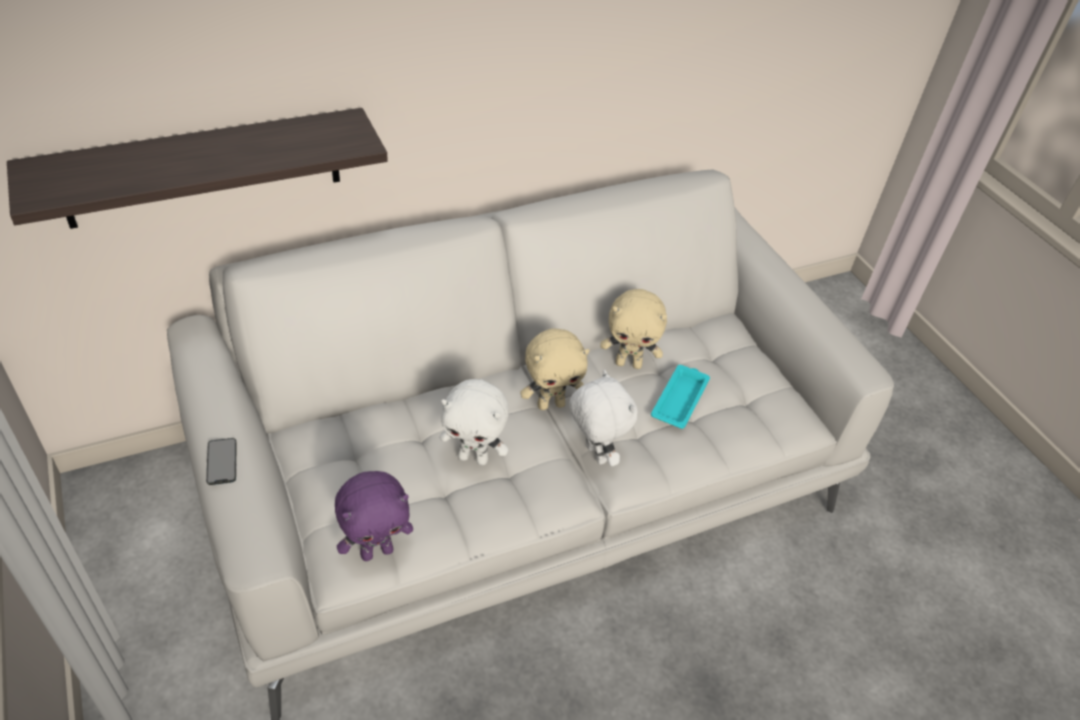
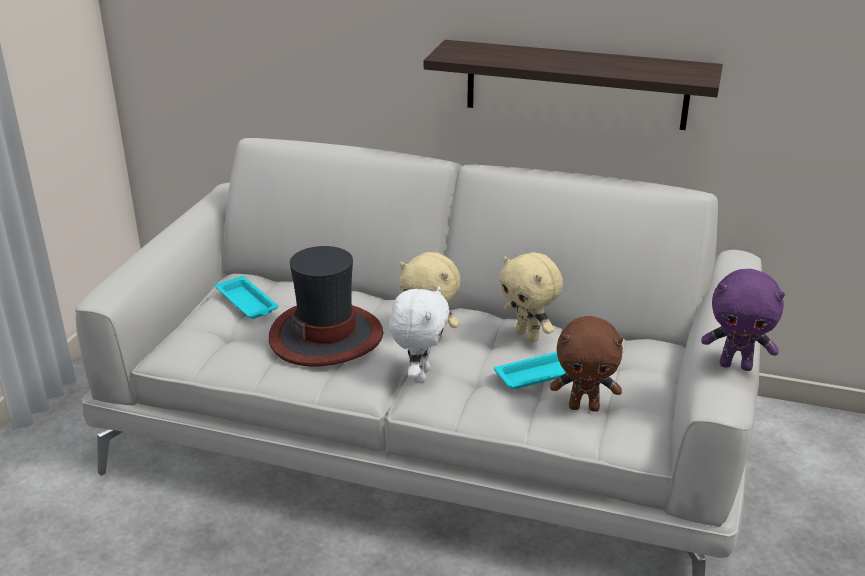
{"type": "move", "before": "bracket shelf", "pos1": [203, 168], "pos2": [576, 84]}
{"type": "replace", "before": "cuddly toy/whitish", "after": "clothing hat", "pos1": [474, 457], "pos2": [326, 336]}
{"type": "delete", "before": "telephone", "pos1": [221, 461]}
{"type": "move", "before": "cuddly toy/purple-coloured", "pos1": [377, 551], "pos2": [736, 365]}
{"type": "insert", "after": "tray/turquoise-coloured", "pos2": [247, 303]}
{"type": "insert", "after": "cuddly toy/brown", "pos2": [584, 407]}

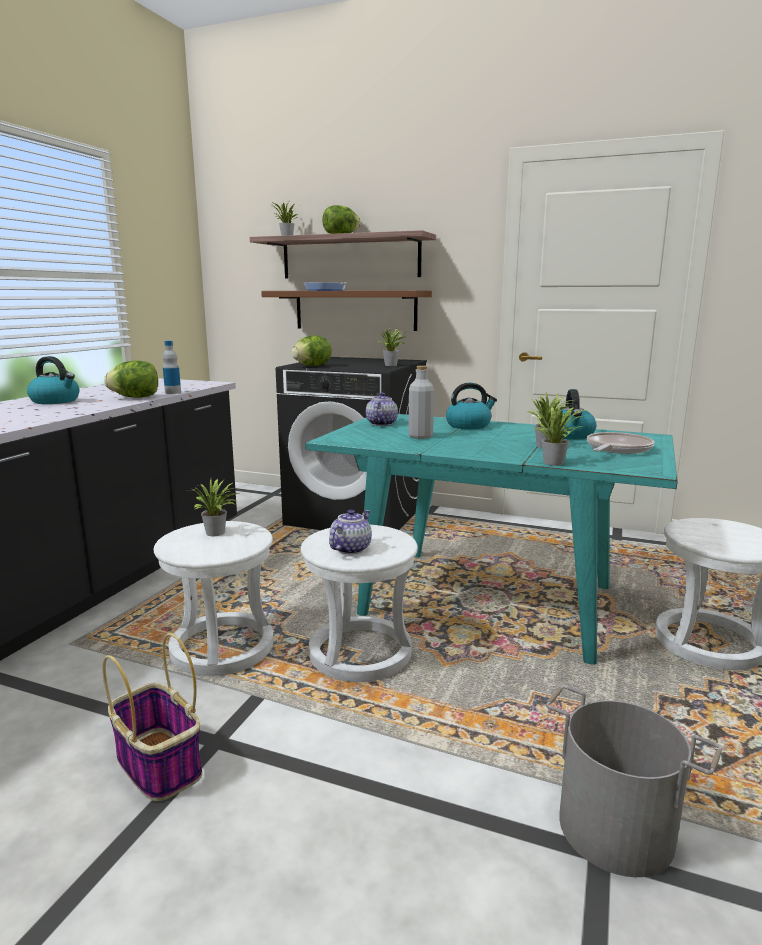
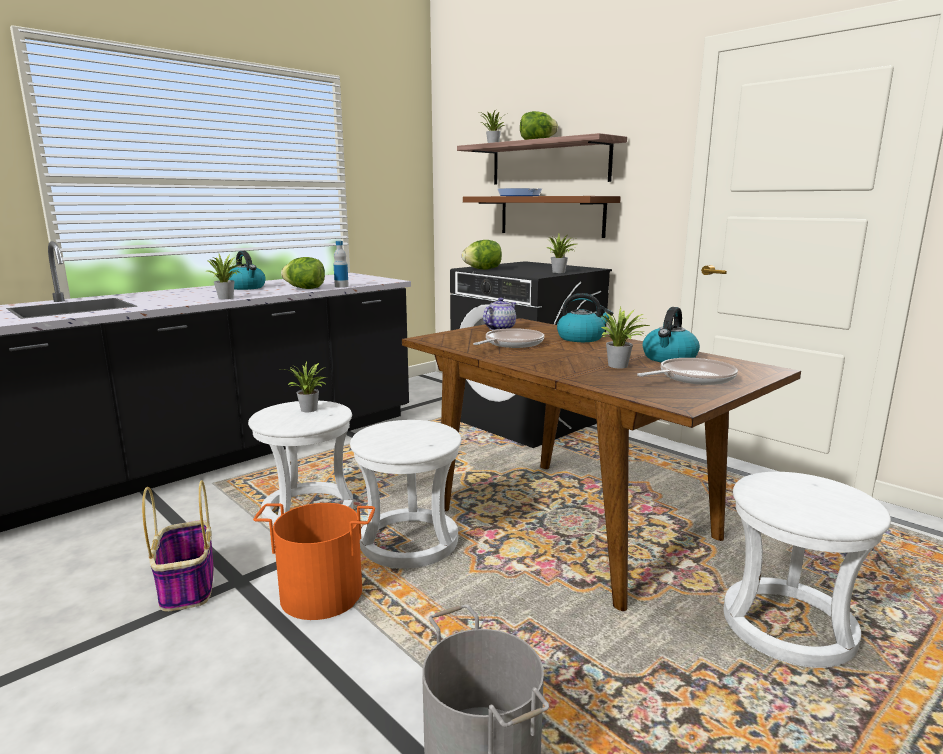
{"type": "replace", "before": "bottle/gray", "after": "skillet", "pos1": [420, 436], "pos2": [511, 344]}
{"type": "move", "before": "potted plant", "pos1": [555, 462], "pos2": [228, 298]}
{"type": "recolor", "before": "kitchen table/turquoise-coloured", "after": "kitchen table/brown", "pos1": [485, 600], "pos2": [572, 523]}
{"type": "delete", "before": "tea pot", "pos1": [350, 548]}
{"type": "insert", "after": "bucket/orangey", "pos2": [322, 593]}

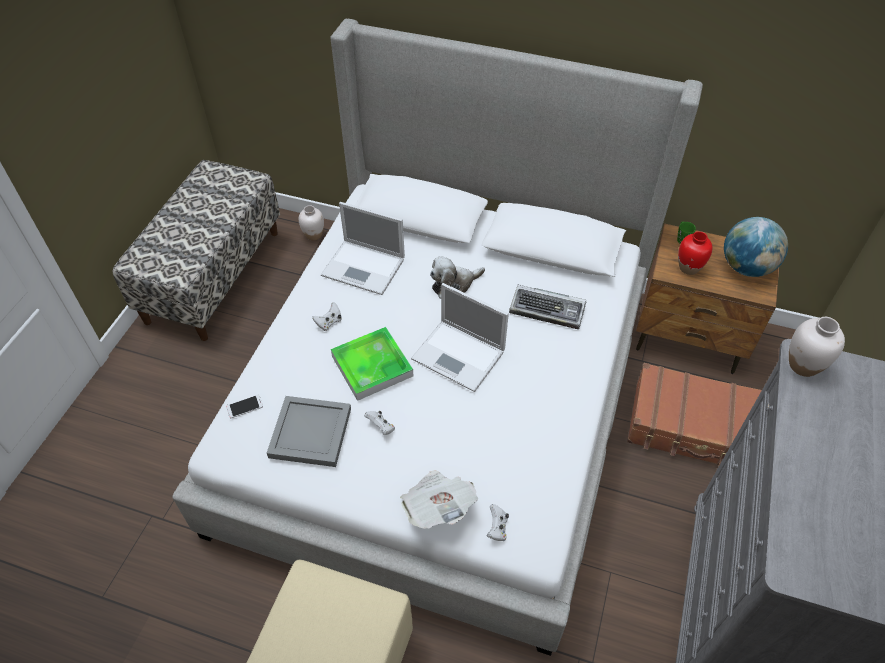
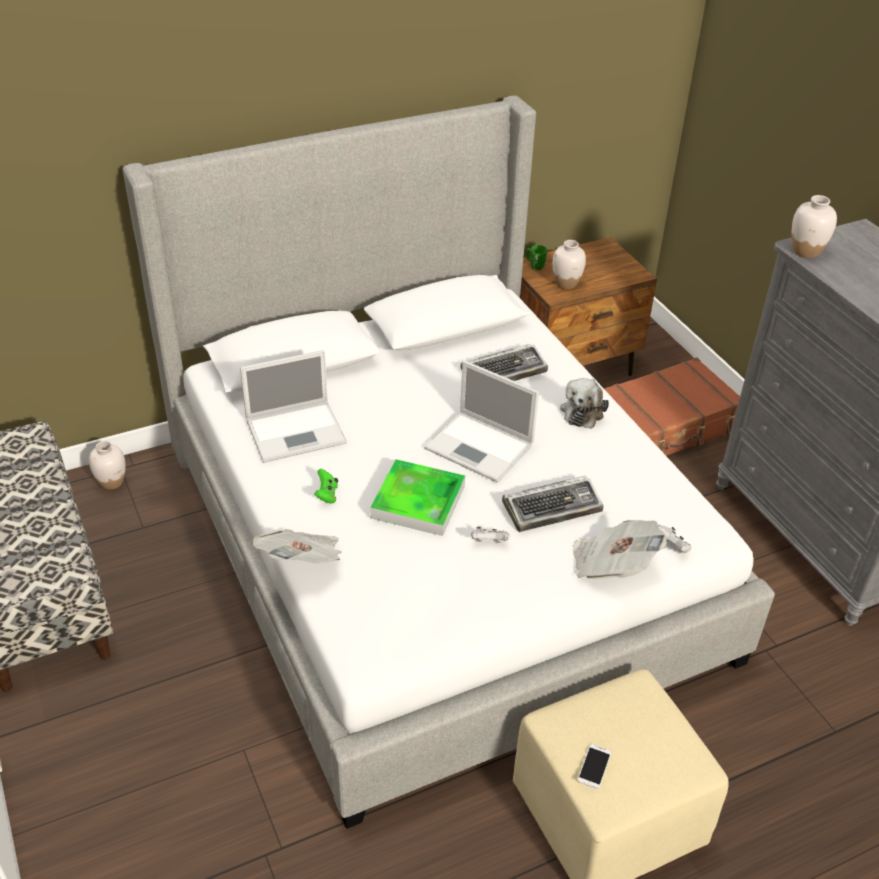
{"type": "delete", "before": "world globe", "pos1": [746, 267]}
{"type": "recolor", "before": "decorative vase/red-coloured", "after": "decorative vase/whitish", "pos1": [688, 268], "pos2": [566, 284]}
{"type": "move", "before": "cuddly toy", "pos1": [454, 285], "pos2": [583, 410]}
{"type": "rotate", "before": "notebook computer", "pos1": [460, 356], "pos2": [481, 447], "turn": 45}
{"type": "recolor", "before": "gamepad/whitish", "after": "gamepad/green-coloured", "pos1": [329, 322], "pos2": [327, 495]}
{"type": "move", "before": "telephone", "pos1": [244, 406], "pos2": [594, 766]}
{"type": "delete", "before": "tray/gray", "pos1": [311, 434]}
{"type": "insert", "after": "computer keyboard", "pos2": [553, 508]}
{"type": "insert", "after": "newspaper", "pos2": [303, 562]}

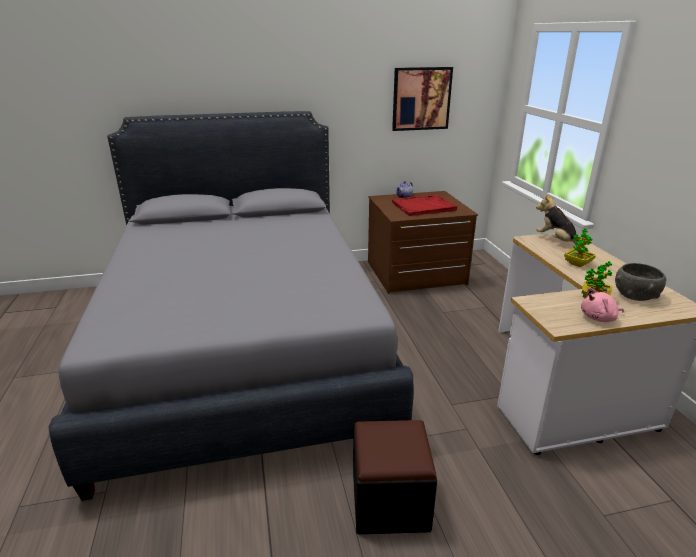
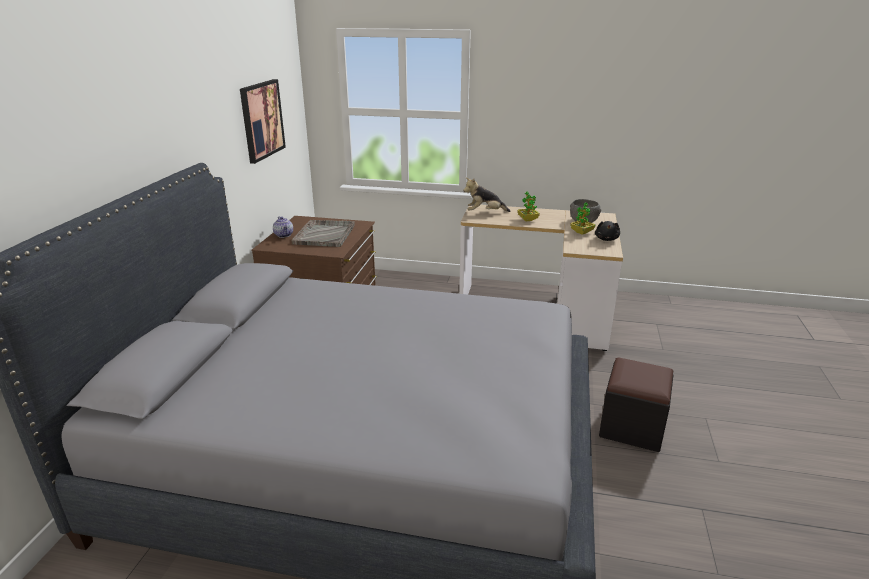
{"type": "recolor", "before": "tray/red-coloured", "after": "tray/gray", "pos1": [424, 206], "pos2": [325, 234]}
{"type": "recolor", "before": "cuddly toy/pink", "after": "cuddly toy/black-coloured", "pos1": [599, 318], "pos2": [606, 239]}

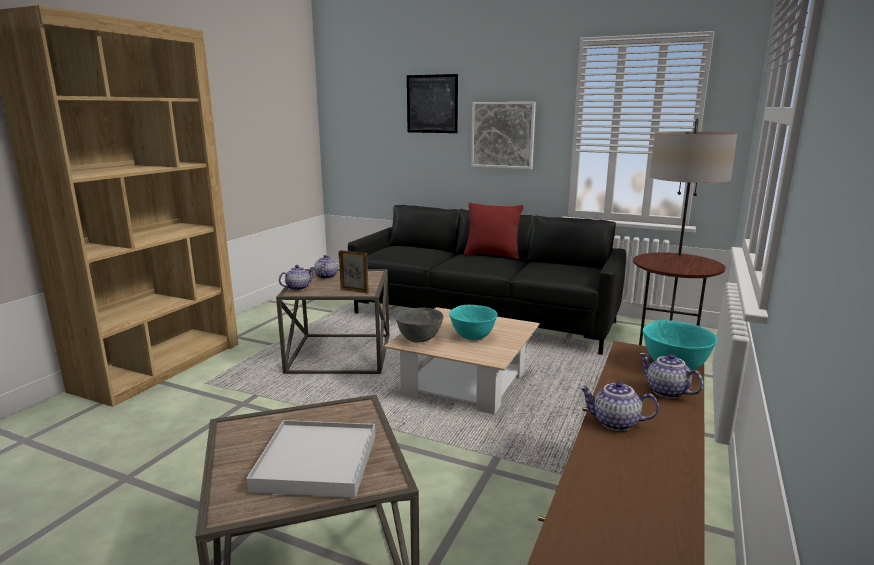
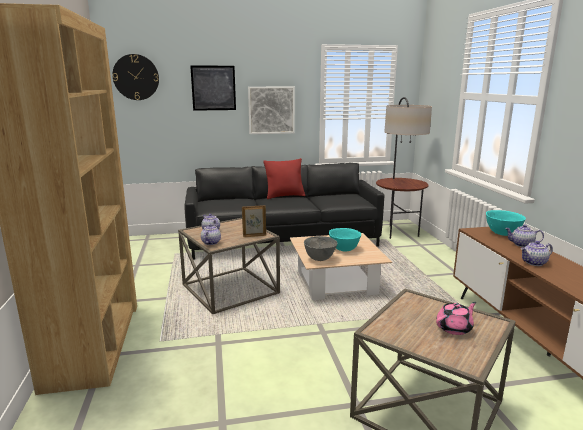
{"type": "replace", "before": "tray/whitish", "after": "tea pot/pink", "pos1": [317, 462], "pos2": [454, 328]}
{"type": "insert", "after": "clock on the wall", "pos2": [136, 77]}

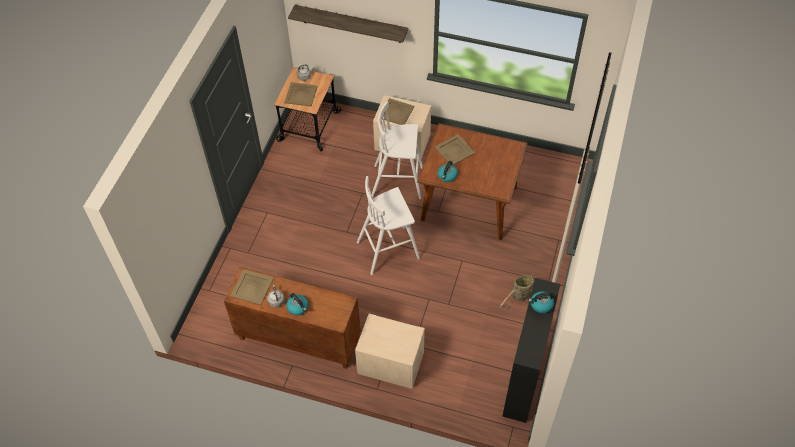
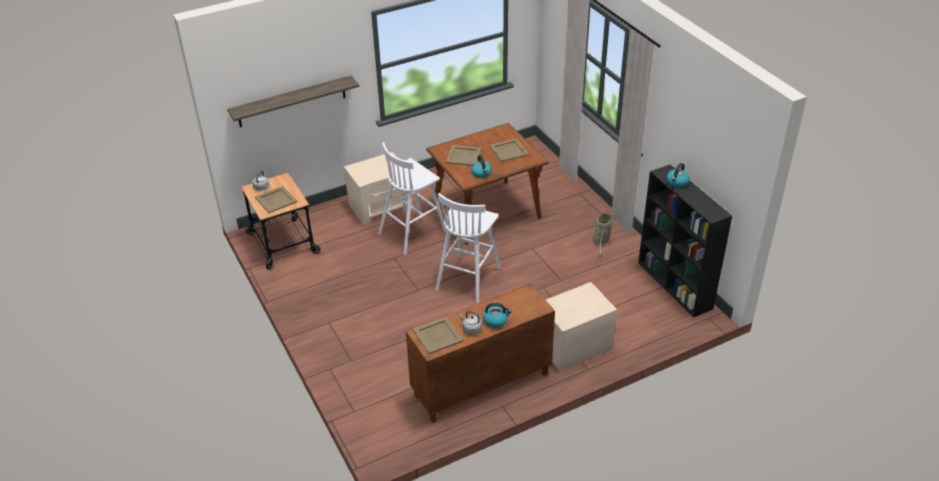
{"type": "move", "before": "tray/beige-coloured", "pos1": [396, 112], "pos2": [508, 150]}

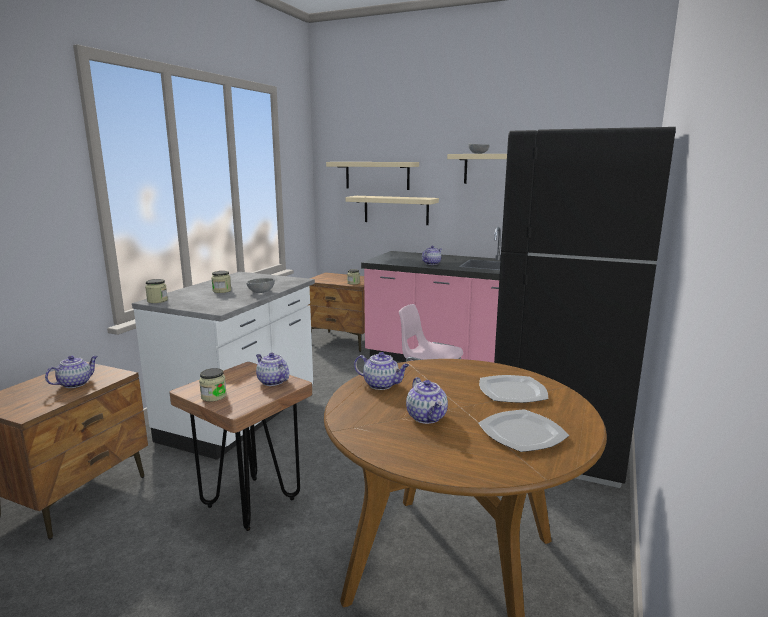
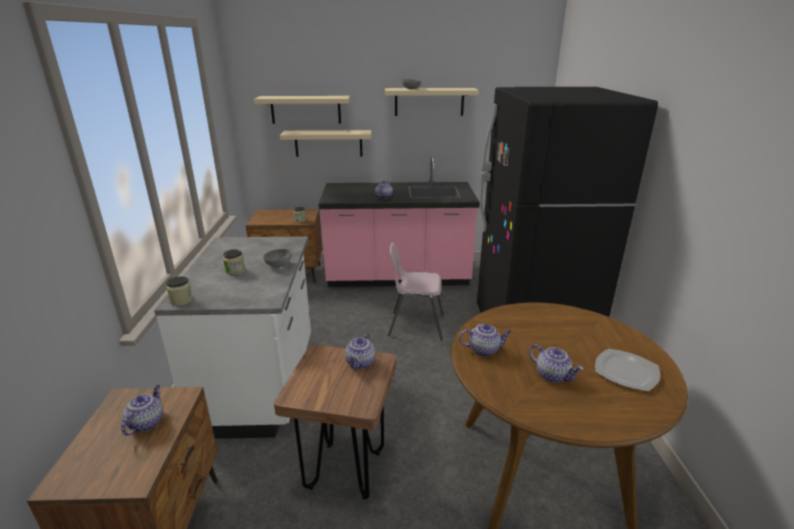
{"type": "rotate", "before": "tea pot", "pos1": [272, 381], "pos2": [360, 363], "turn": -90}
{"type": "delete", "before": "storage jar", "pos1": [214, 396]}
{"type": "delete", "before": "plate", "pos1": [513, 392]}

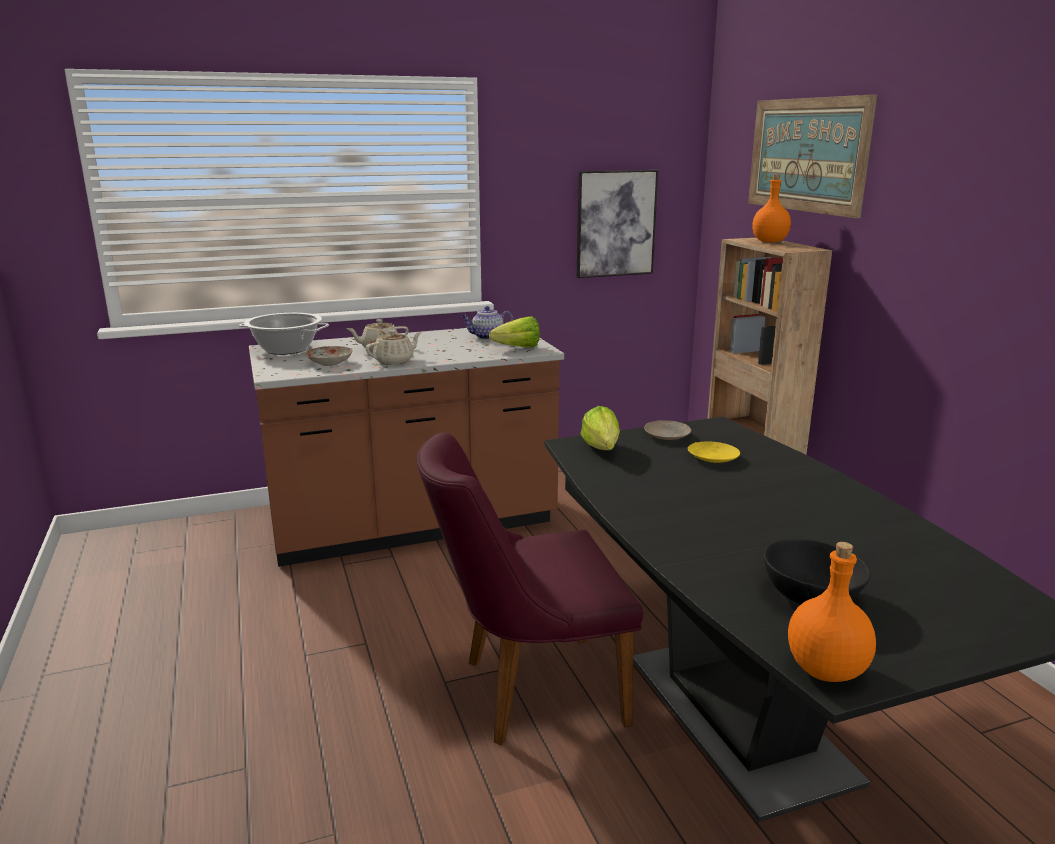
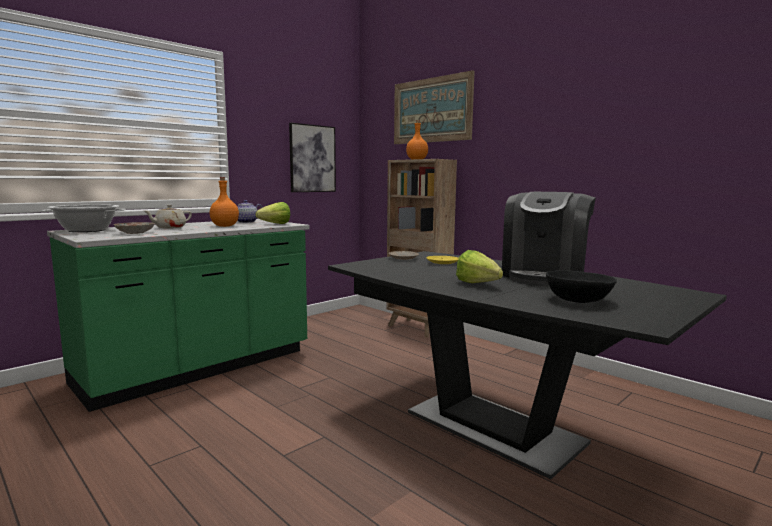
{"type": "recolor", "before": "kitchen base unit/brown", "after": "kitchen base unit/green-coloured", "pos1": [413, 526], "pos2": [197, 368]}
{"type": "delete", "before": "tea pot/beige-coloured", "pos1": [395, 361]}
{"type": "move", "before": "head of lettuce", "pos1": [601, 451], "pos2": [480, 285]}
{"type": "delete", "before": "plain chair/purple-coloured", "pos1": [527, 691]}
{"type": "move", "before": "bottle/orangey", "pos1": [826, 669], "pos2": [225, 226]}
{"type": "insert", "after": "coffee brewer", "pos2": [544, 275]}

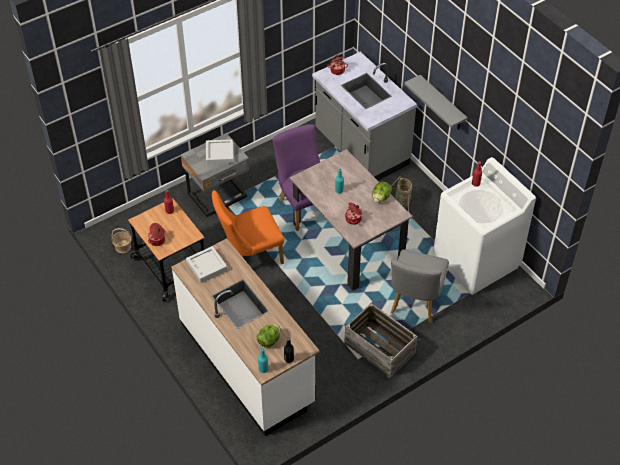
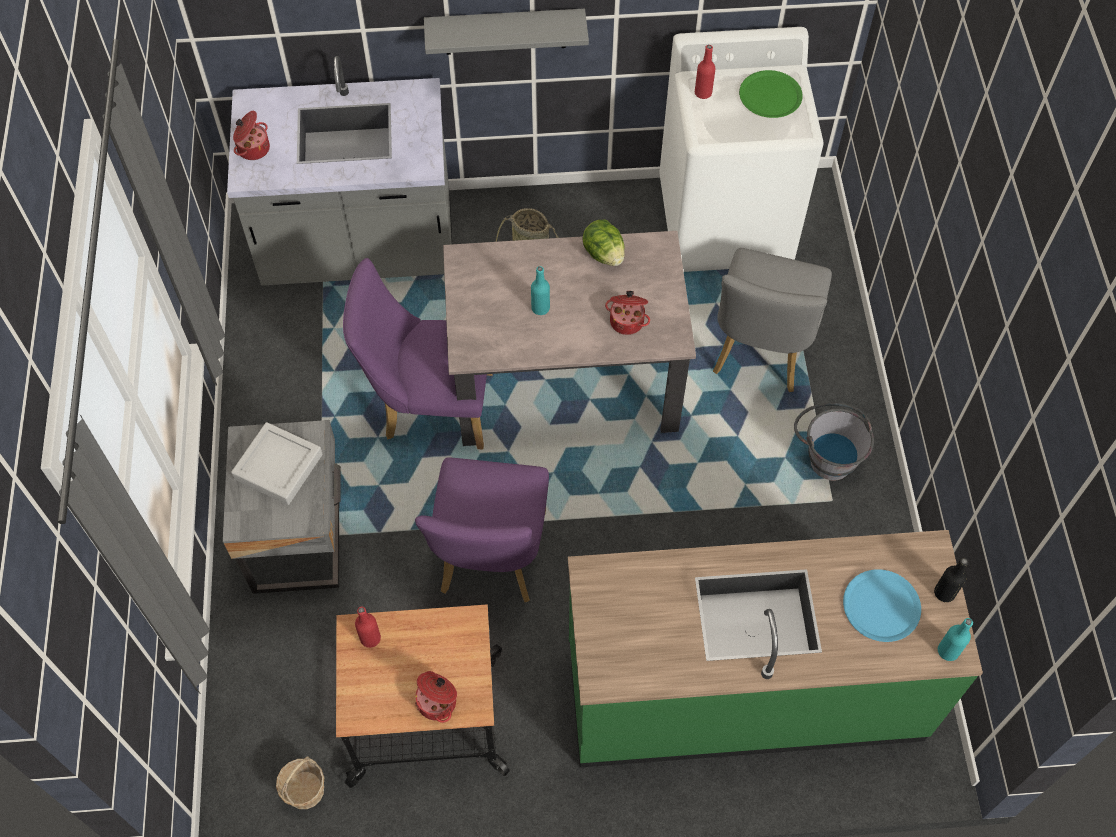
{"type": "recolor", "before": "plain chair/orangey", "after": "plain chair/purple-coloured", "pos1": [249, 256], "pos2": [490, 560]}
{"type": "recolor", "before": "kitchen base unit/whitish", "after": "kitchen base unit/green-coloured", "pos1": [247, 363], "pos2": [743, 690]}
{"type": "delete", "before": "tray/gray", "pos1": [207, 266]}
{"type": "rotate", "before": "plain chair/gray", "pos1": [415, 303], "pos2": [760, 352], "turn": 60}
{"type": "replace", "before": "crate", "after": "bucket/gray", "pos1": [380, 348], "pos2": [826, 454]}
{"type": "replace", "before": "head of lettuce", "after": "plate/blue-coloured", "pos1": [269, 340], "pos2": [881, 606]}
{"type": "insert", "after": "plate/green-coloured", "pos2": [770, 95]}

